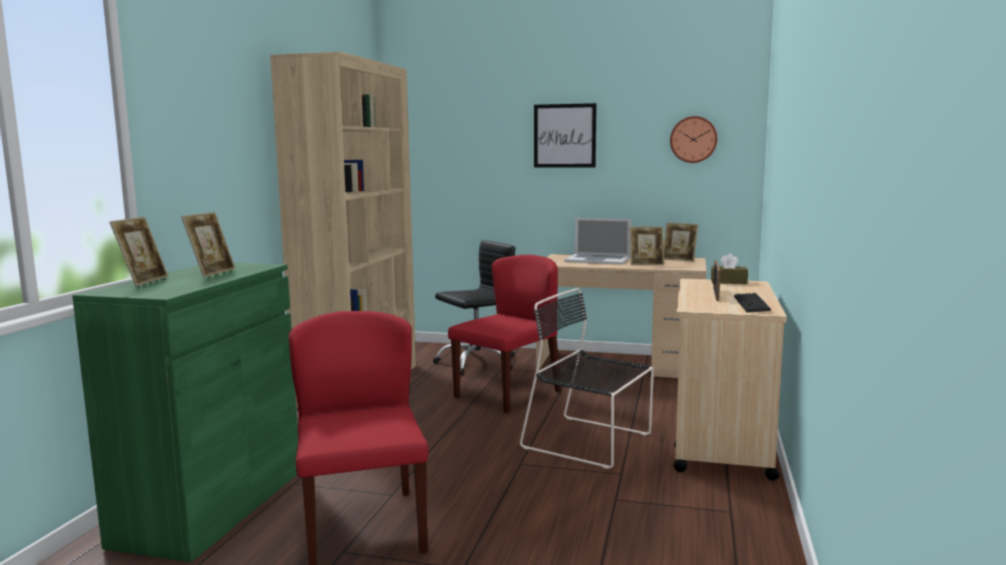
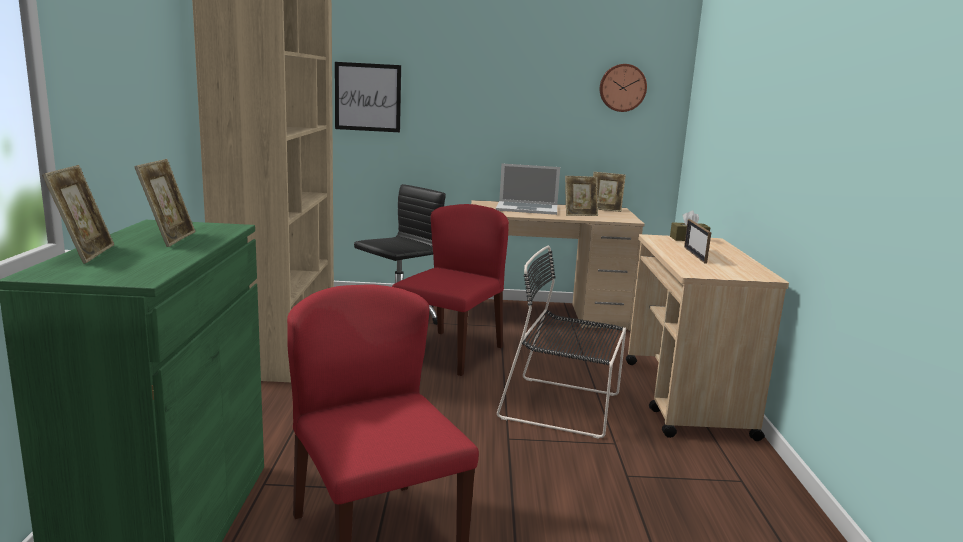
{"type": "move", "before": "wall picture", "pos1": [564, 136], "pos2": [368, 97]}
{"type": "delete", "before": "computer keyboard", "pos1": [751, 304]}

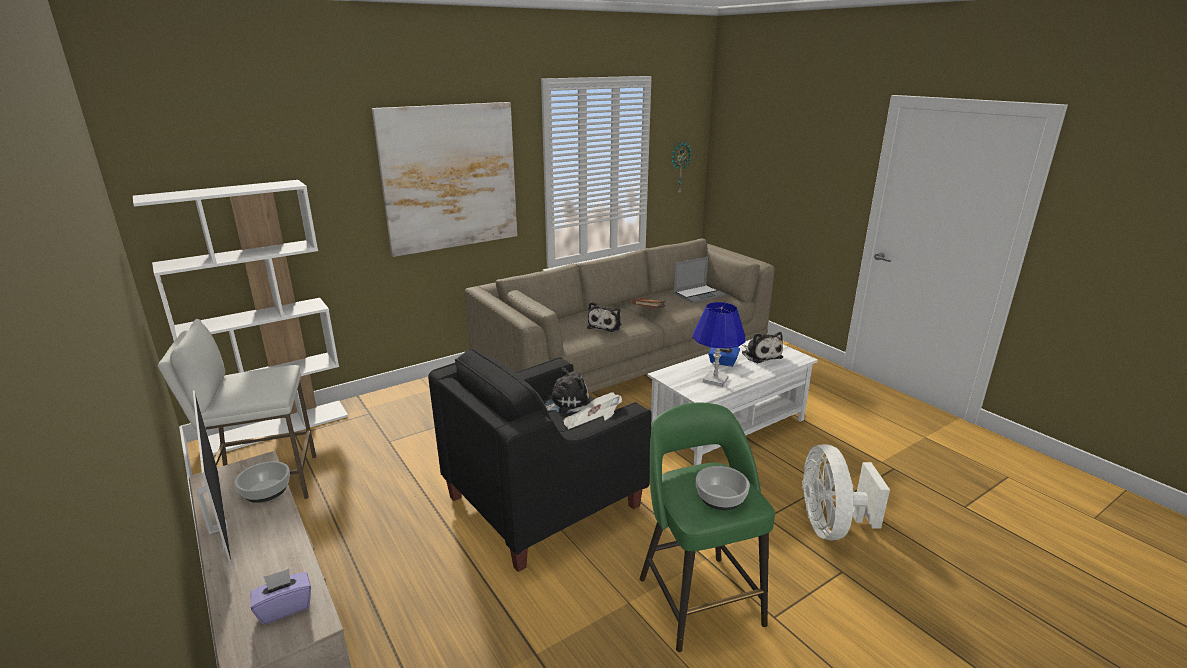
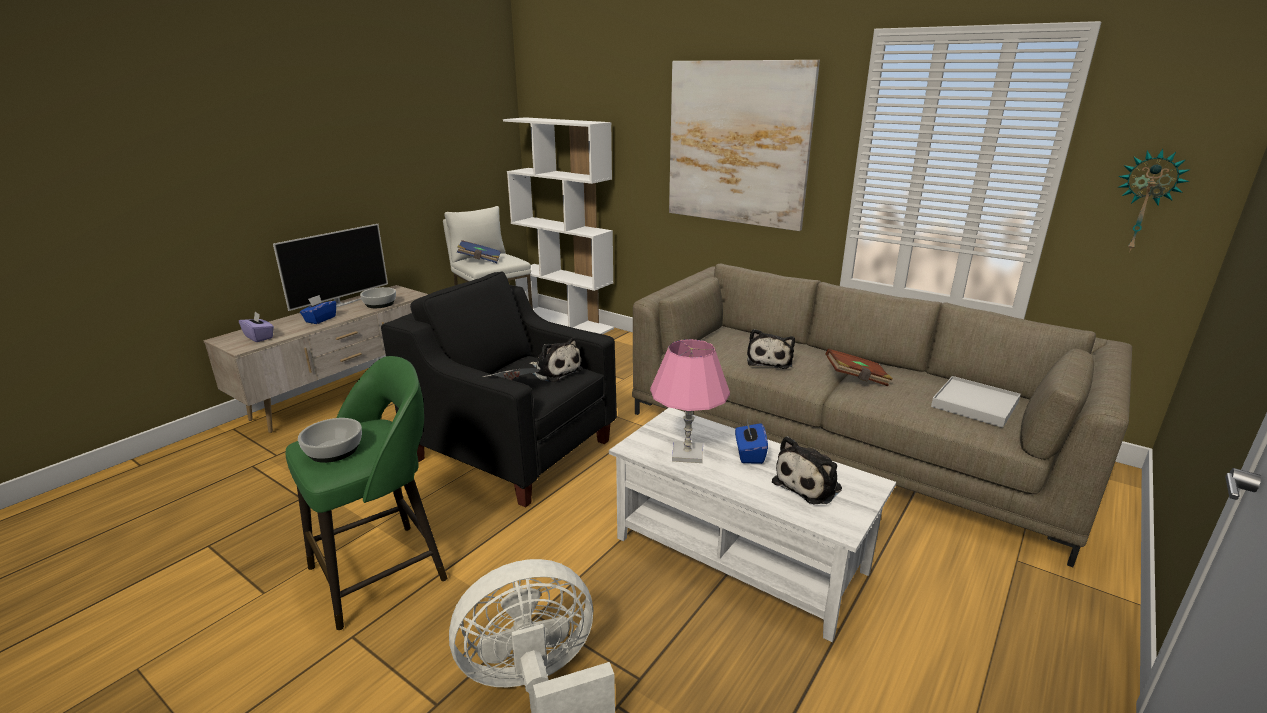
{"type": "replace", "before": "notebook computer", "after": "tray/whitish", "pos1": [698, 295], "pos2": [975, 404]}
{"type": "rotate", "before": "cuddly toy", "pos1": [605, 326], "pos2": [770, 360], "turn": -75}
{"type": "recolor", "before": "tabletop lamp/blue-coloured", "after": "tabletop lamp/pink", "pos1": [715, 380], "pos2": [687, 453]}
{"type": "insert", "after": "book/blue-coloured", "pos2": [480, 260]}
{"type": "insert", "after": "tissue box/blue-coloured", "pos2": [320, 319]}

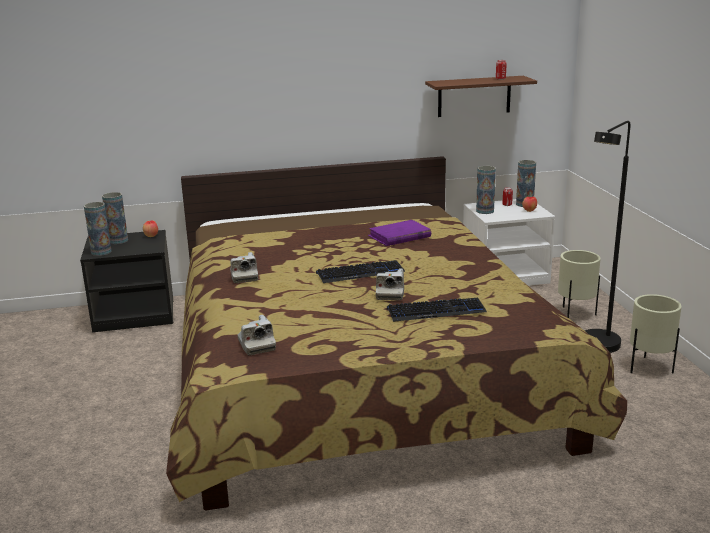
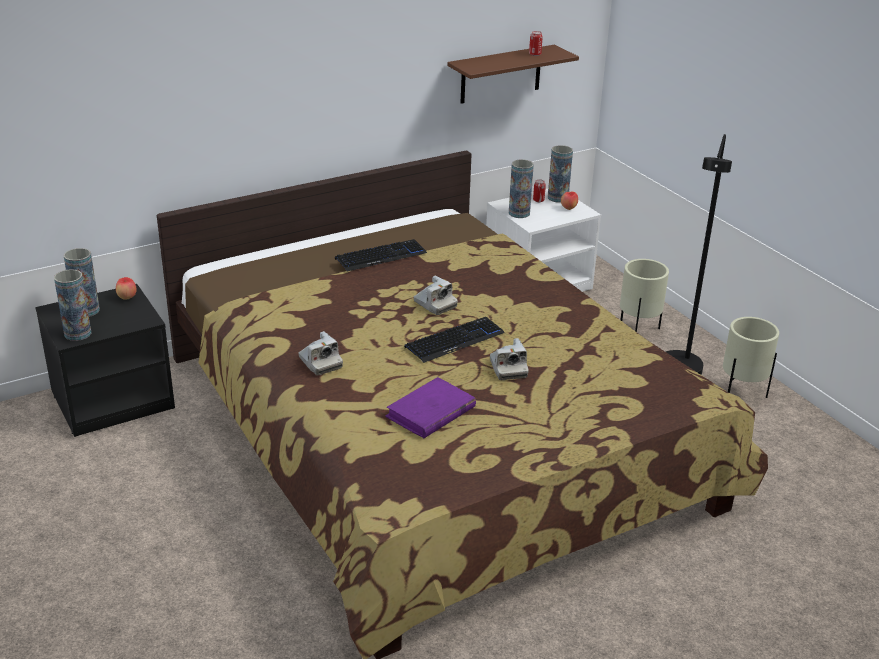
{"type": "move", "before": "book/purple-coloured", "pos1": [399, 236], "pos2": [430, 412]}
{"type": "move", "before": "computer keyboard", "pos1": [436, 311], "pos2": [381, 256]}
{"type": "move", "before": "still camera", "pos1": [256, 345], "pos2": [435, 304]}

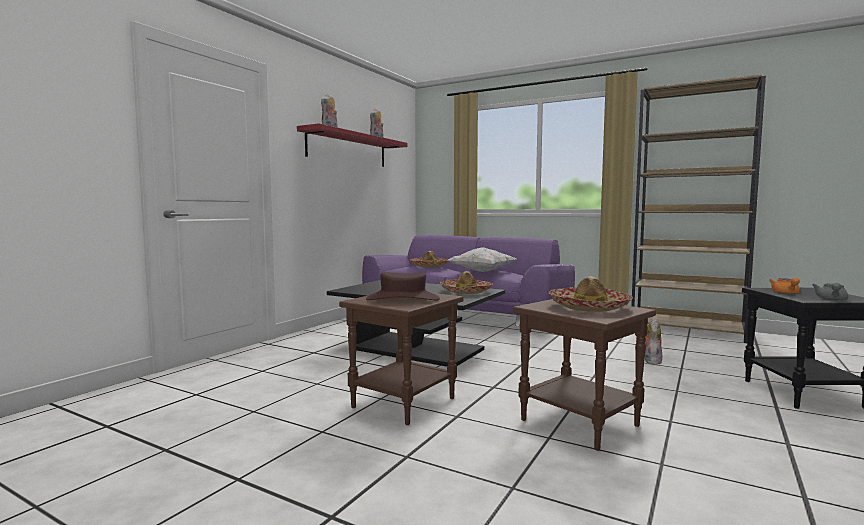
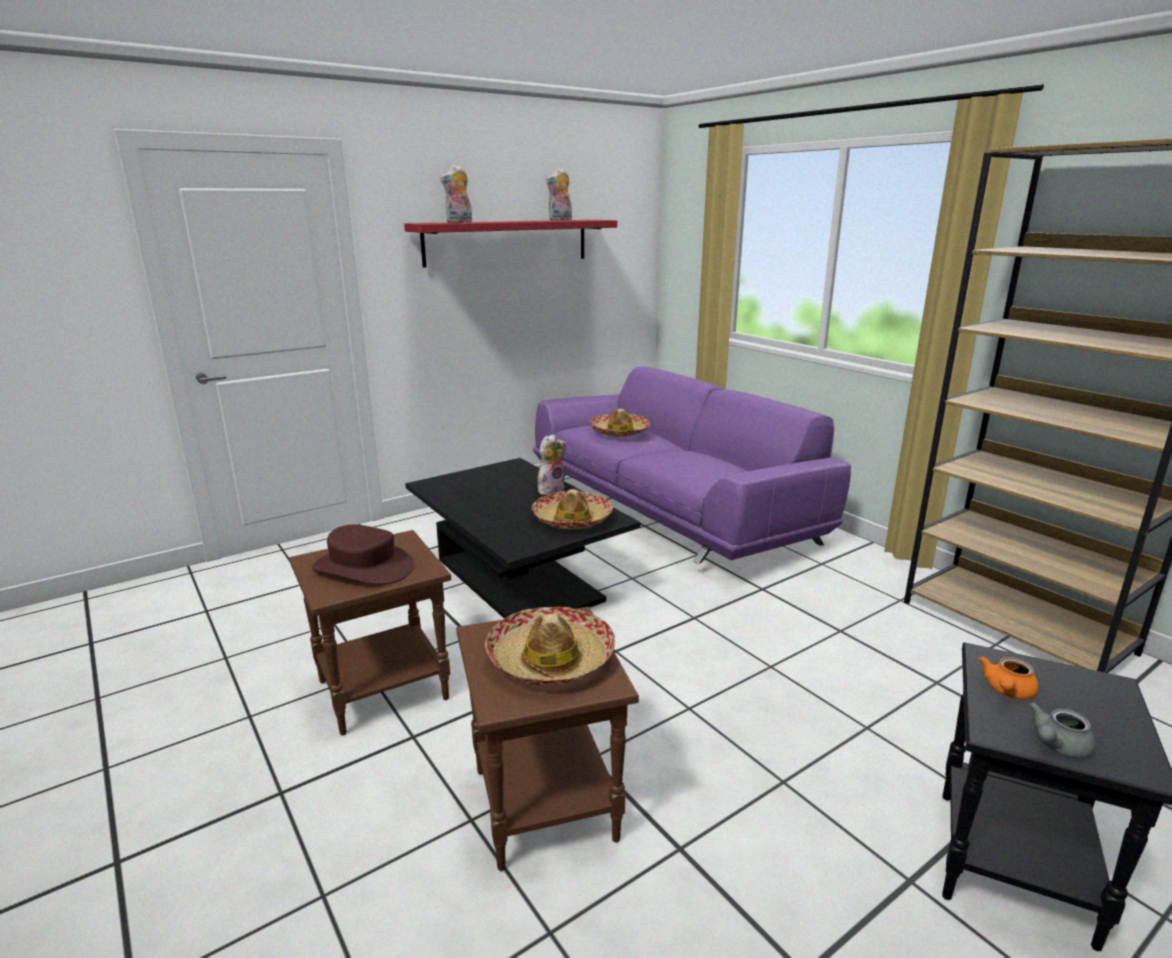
{"type": "delete", "before": "pillow/whitish", "pos1": [481, 272]}
{"type": "move", "before": "cuddly toy", "pos1": [651, 361], "pos2": [551, 489]}

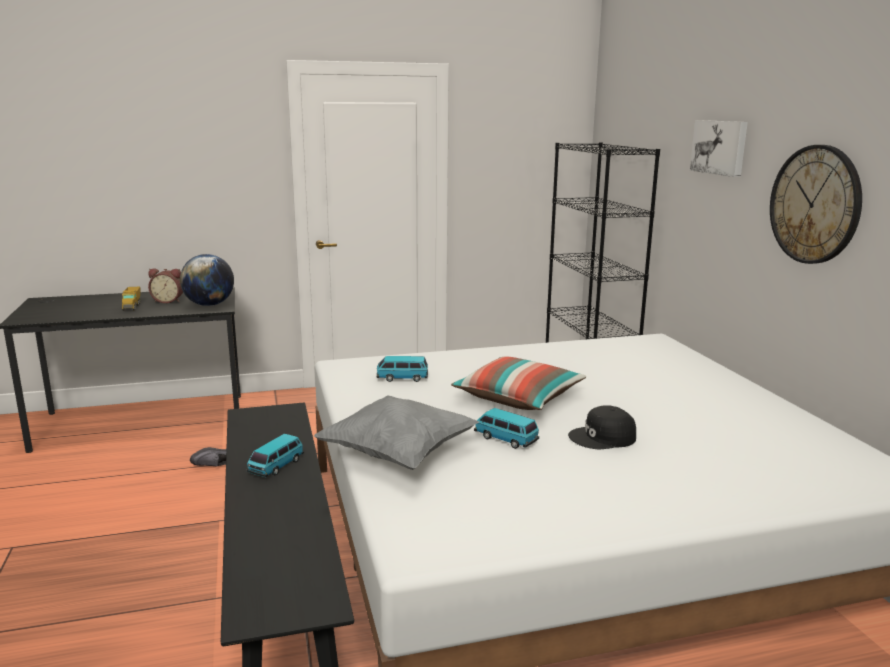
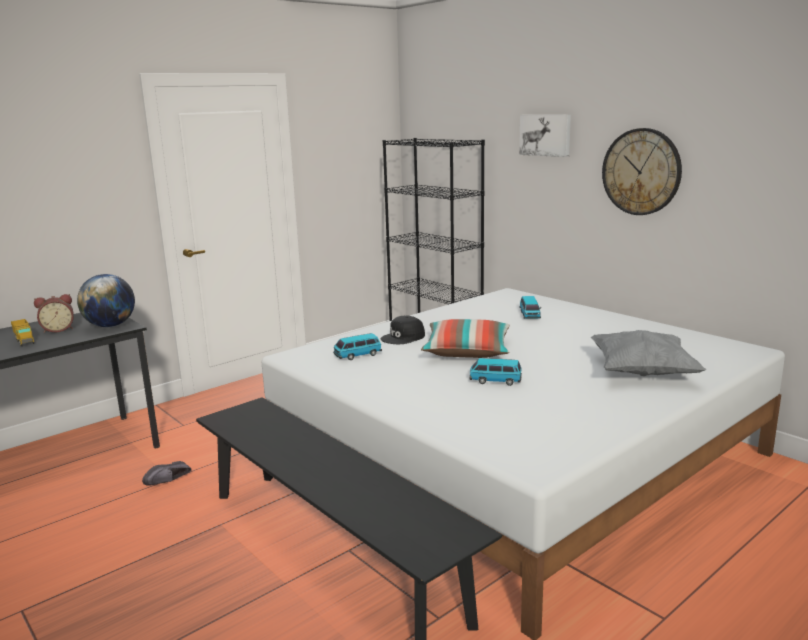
{"type": "move", "before": "pillow/gray", "pos1": [399, 454], "pos2": [642, 372]}
{"type": "move", "before": "baseball cap/black-coloured", "pos1": [603, 437], "pos2": [403, 337]}
{"type": "move", "before": "model car", "pos1": [276, 466], "pos2": [529, 315]}

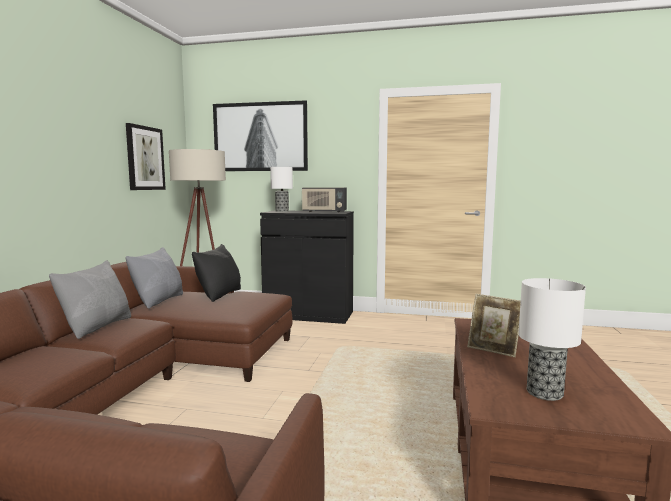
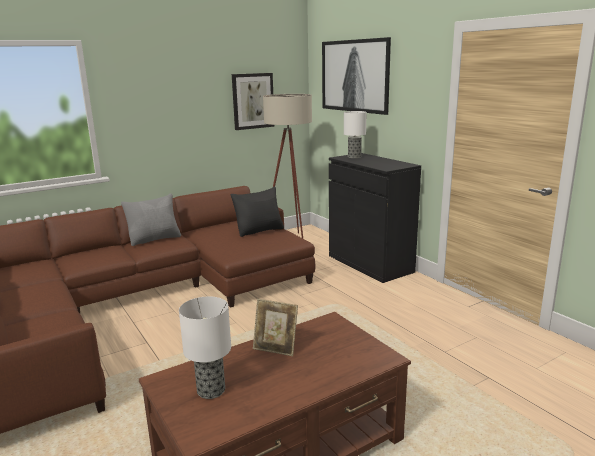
{"type": "delete", "before": "radio set", "pos1": [324, 212]}
{"type": "delete", "before": "pillow/gray", "pos1": [158, 301]}
{"type": "rotate", "before": "picture frame", "pos1": [493, 349], "pos2": [276, 348], "turn": -60}

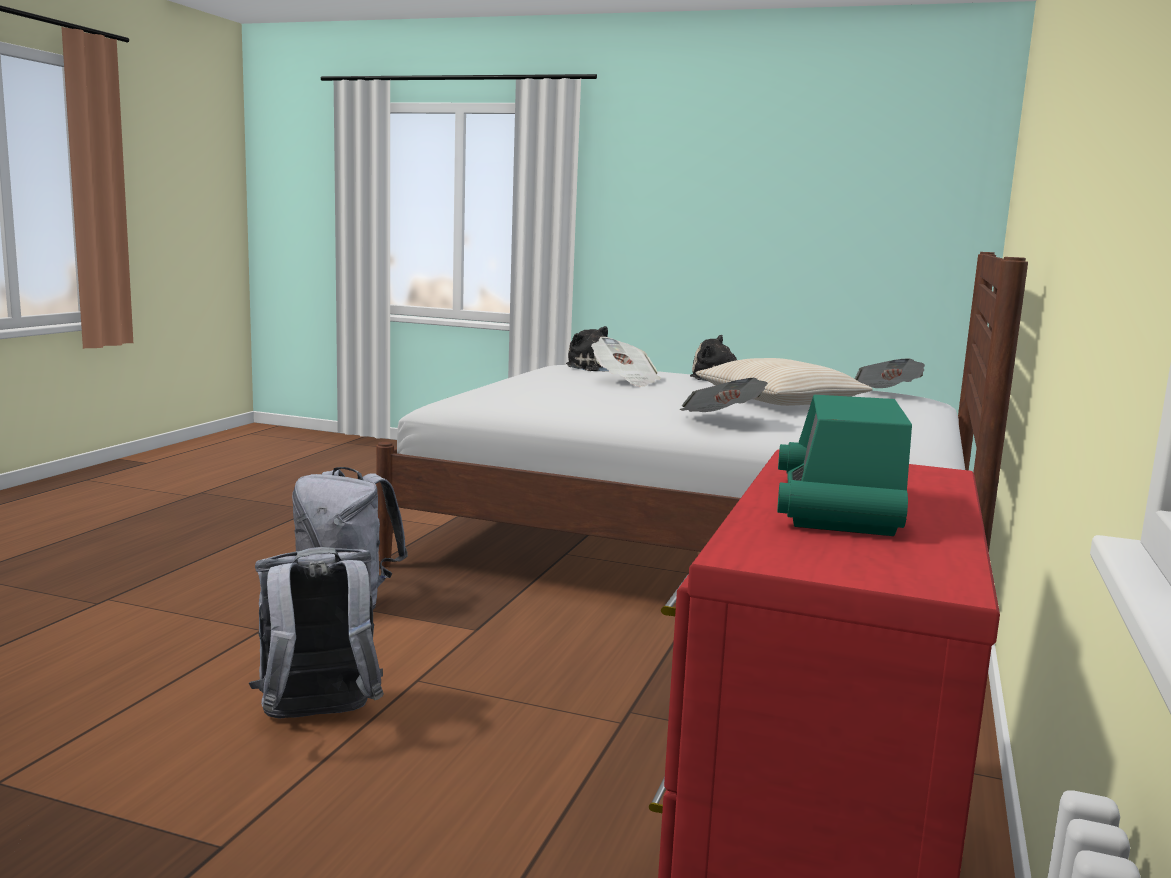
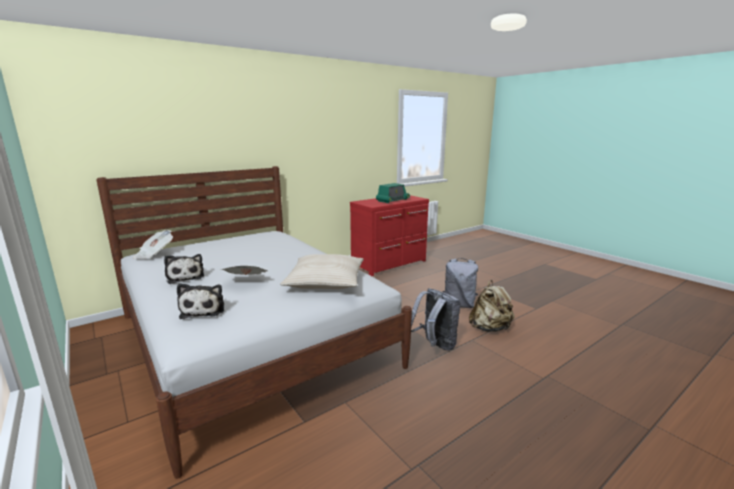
{"type": "move", "before": "pillow/beige-coloured", "pos1": [779, 400], "pos2": [325, 281]}
{"type": "delete", "before": "newspaper", "pos1": [721, 419]}
{"type": "insert", "after": "rucksack/beige-coloured", "pos2": [490, 328]}

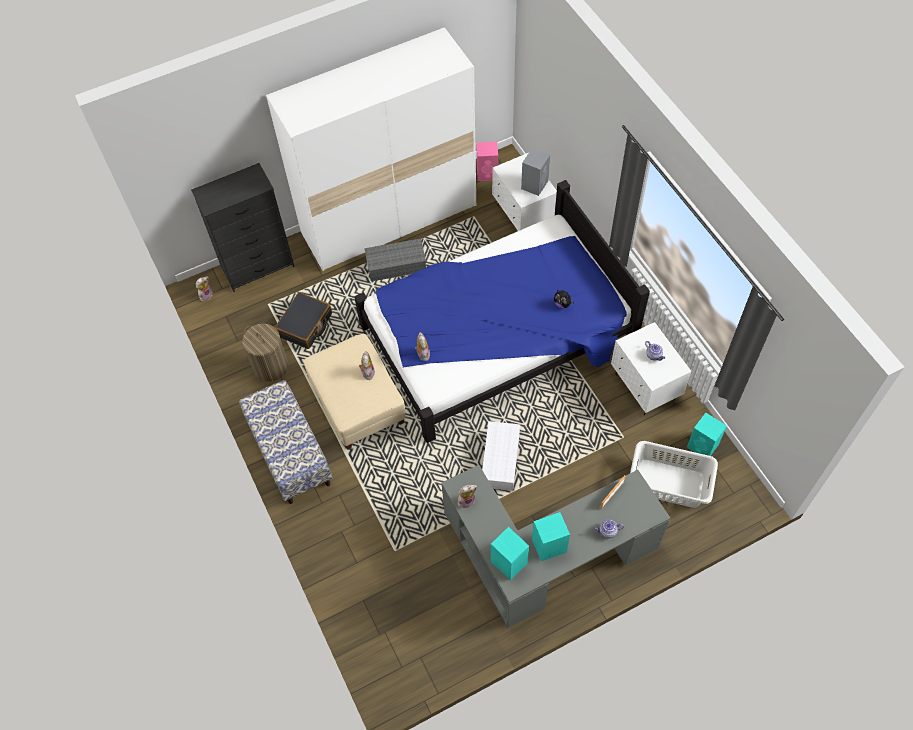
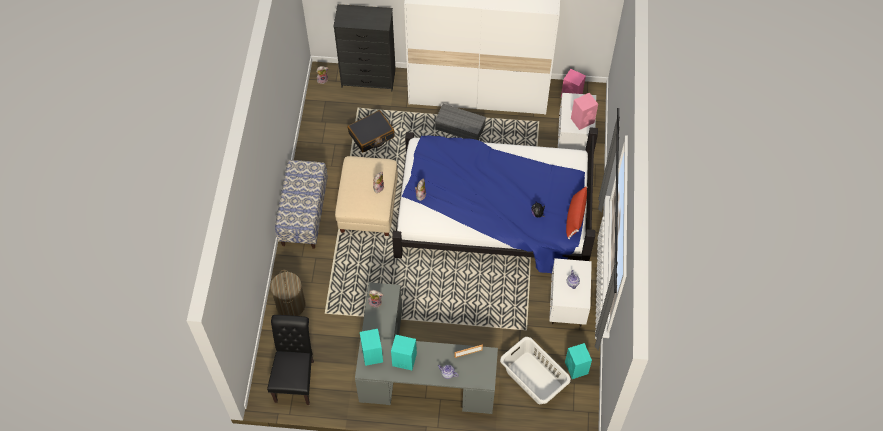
{"type": "recolor", "before": "loudspeaker/gray", "after": "loudspeaker/pink", "pos1": [535, 184], "pos2": [583, 120]}
{"type": "move", "before": "hamper", "pos1": [270, 366], "pos2": [290, 305]}
{"type": "delete", "before": "storage bin/whitish", "pos1": [501, 461]}
{"type": "insert", "after": "pillow/red-coloured", "pos2": [575, 217]}
{"type": "insert", "after": "plain chair/black-coloured", "pos2": [296, 378]}

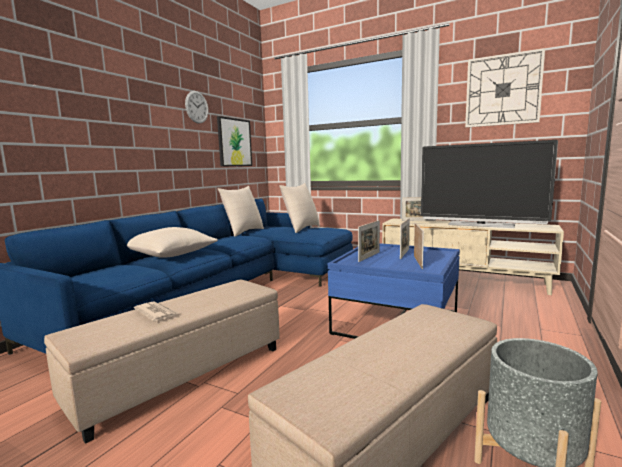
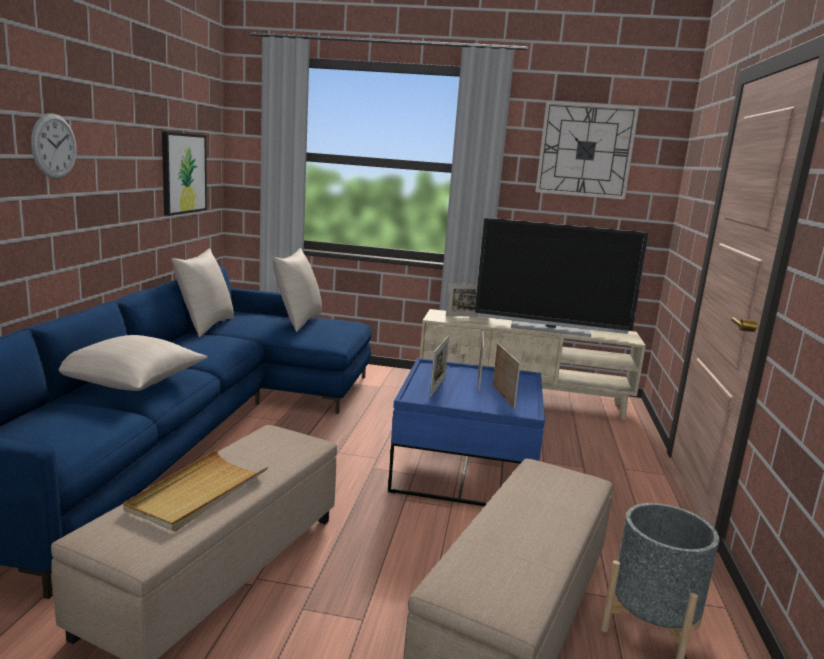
{"type": "move", "before": "clock on the wall", "pos1": [197, 107], "pos2": [54, 146]}
{"type": "replace", "before": "newspaper", "after": "tray/beige-coloured", "pos1": [156, 313], "pos2": [197, 493]}

